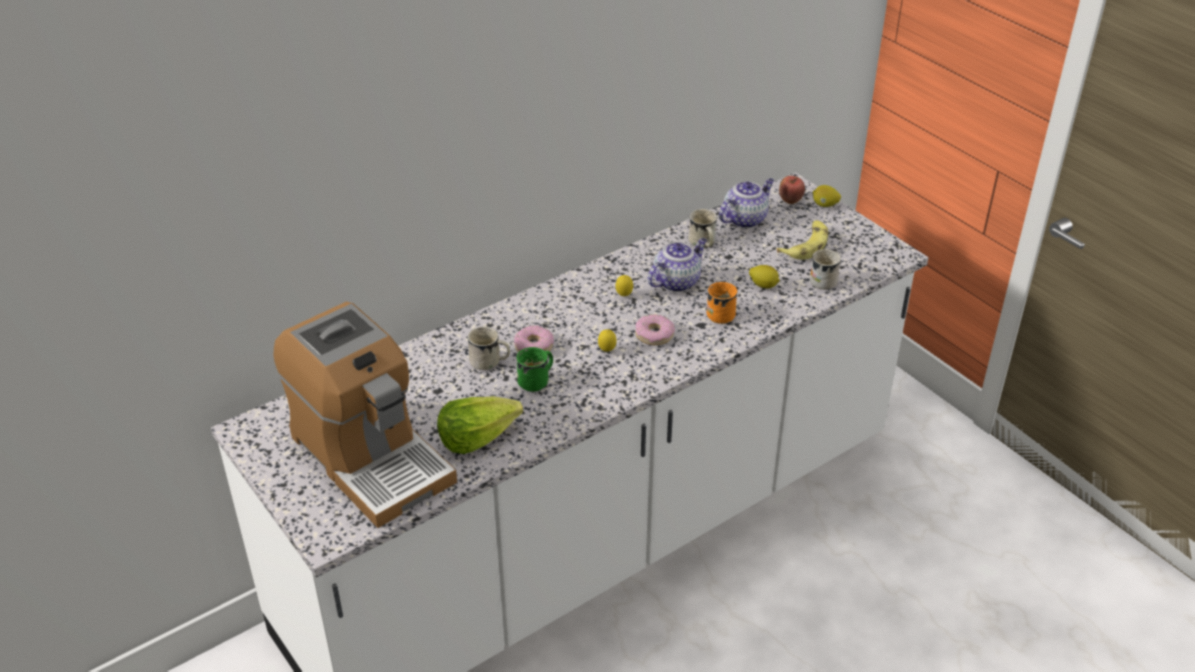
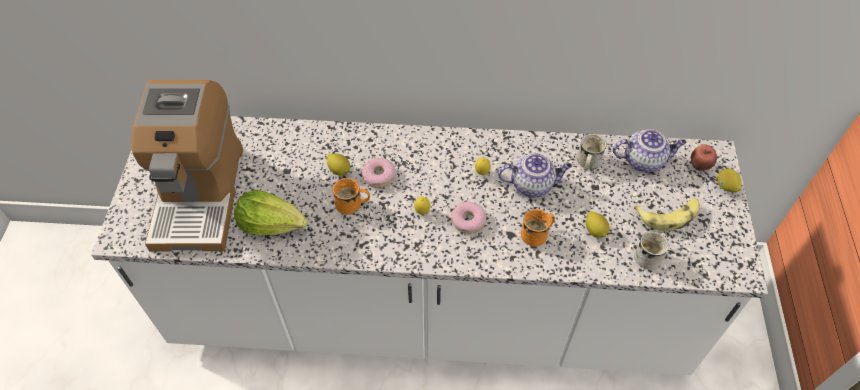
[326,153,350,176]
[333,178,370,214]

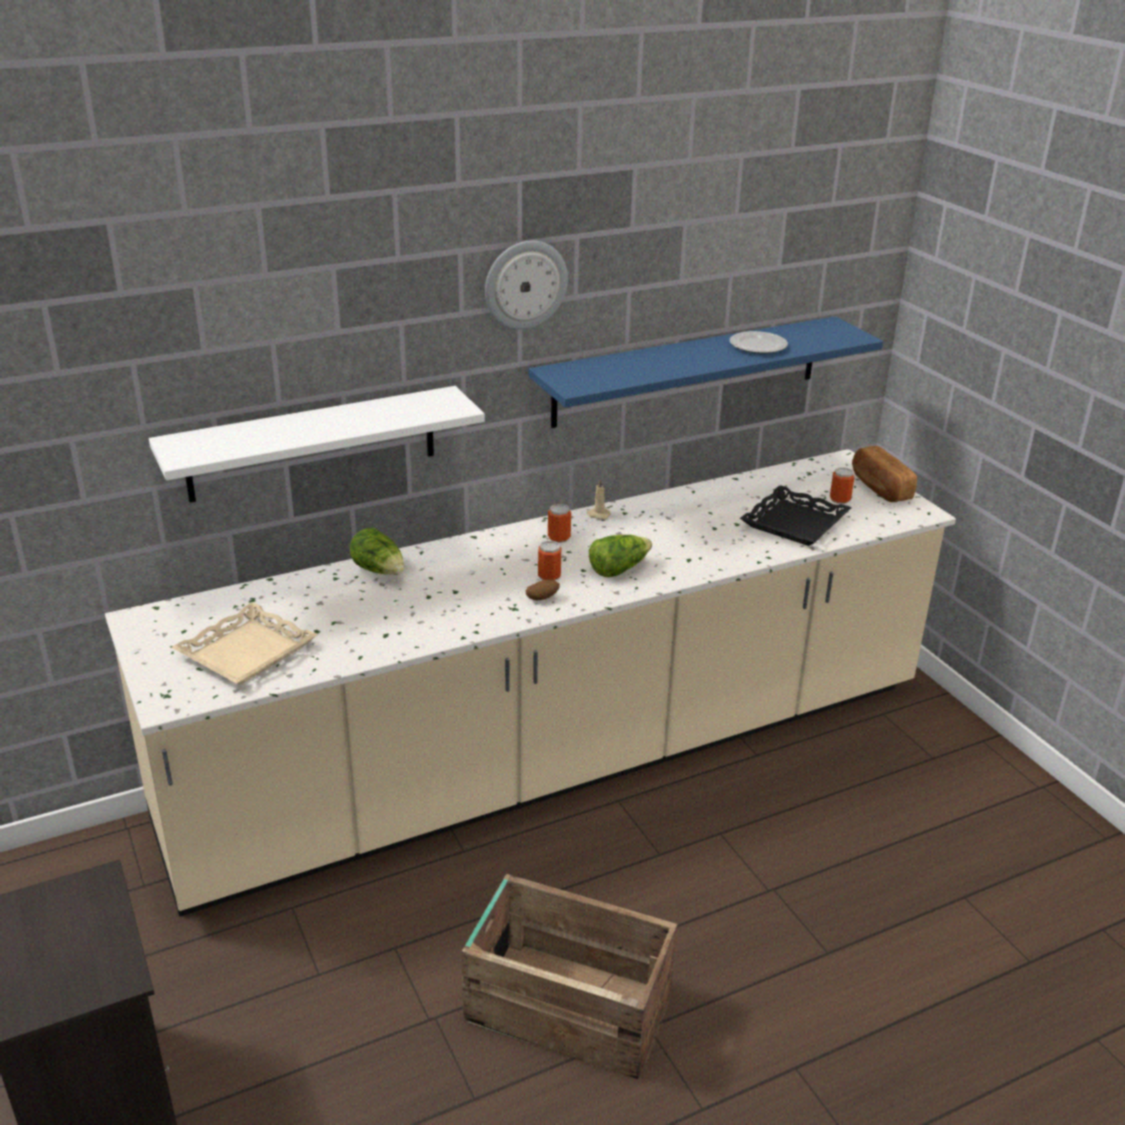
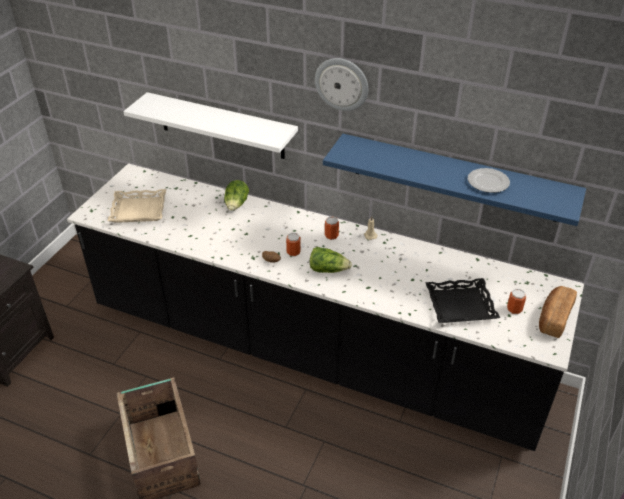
[67,163,584,451]

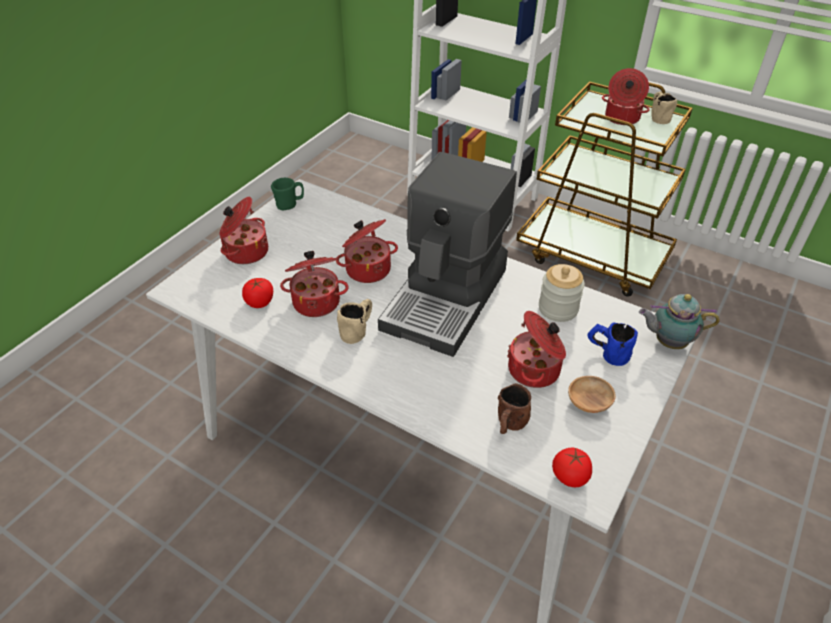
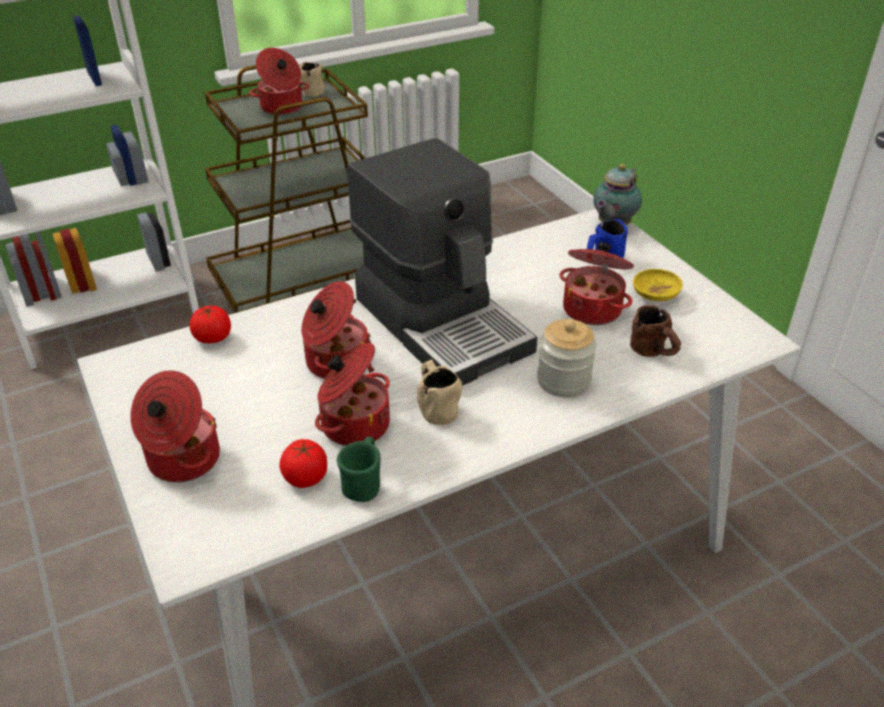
[337,437,380,502]
[537,319,597,397]
[190,306,231,343]
[633,269,683,301]

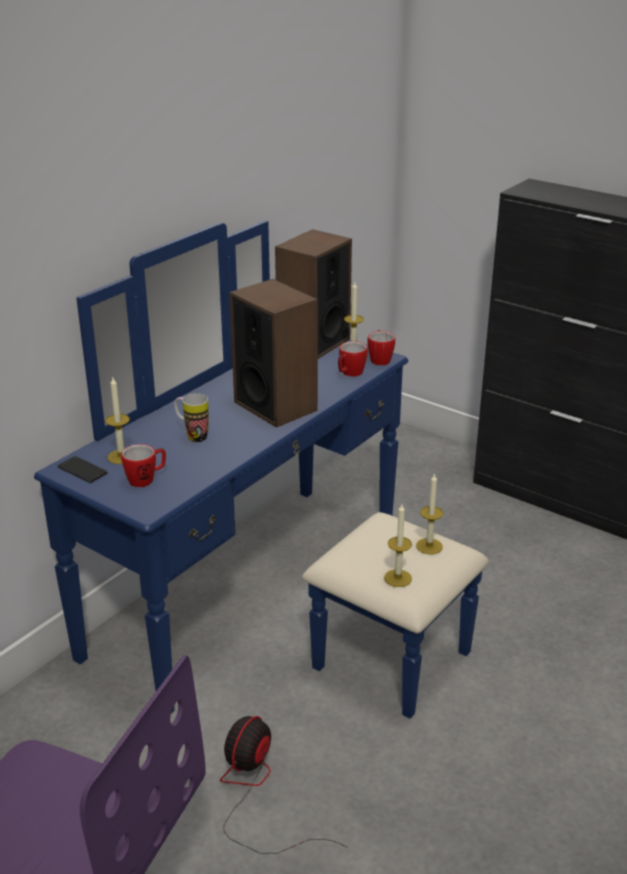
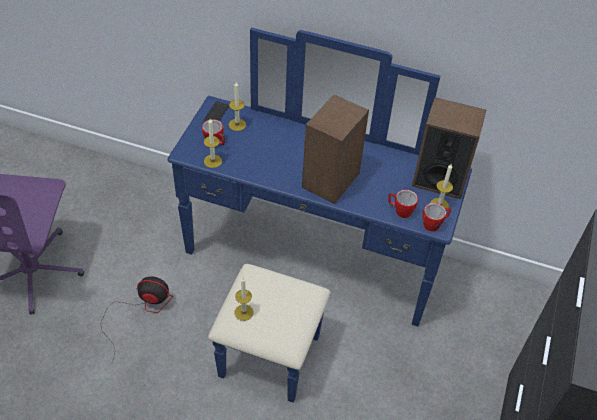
[174,393,209,442] (first image)
[204,119,222,168]

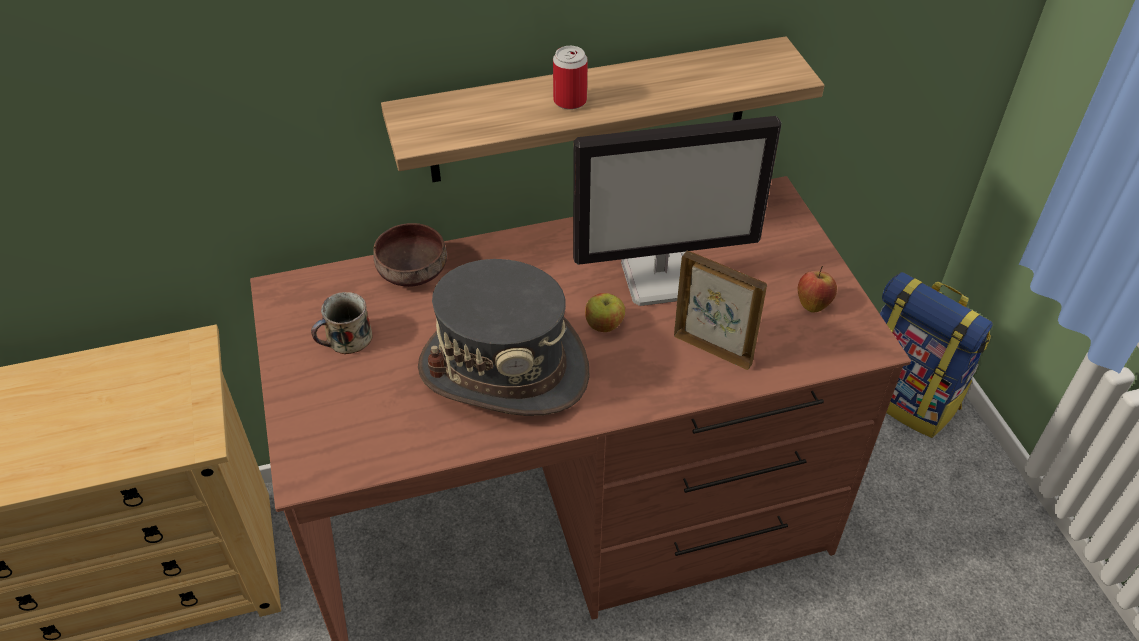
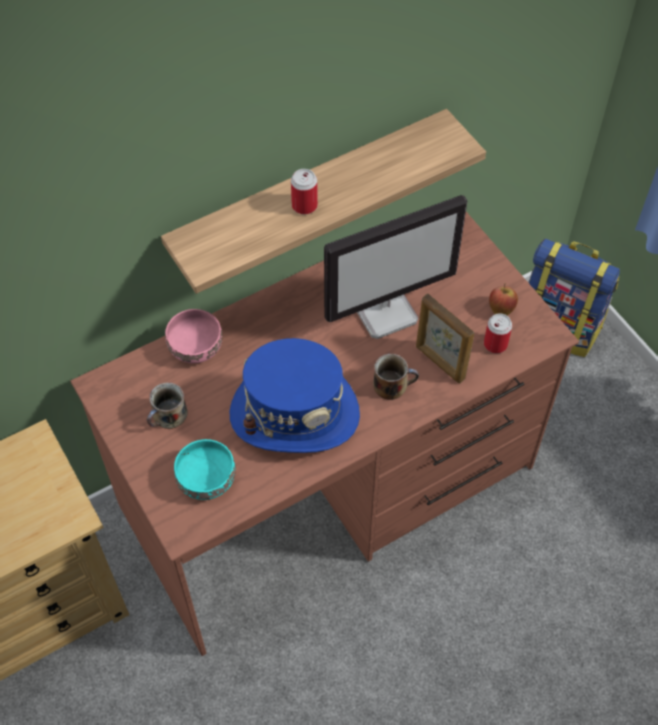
[585,293,625,332] (first image)
[174,439,236,500]
[373,354,419,400]
[484,313,512,353]
[165,309,223,363]
[230,338,360,453]
[416,293,475,383]

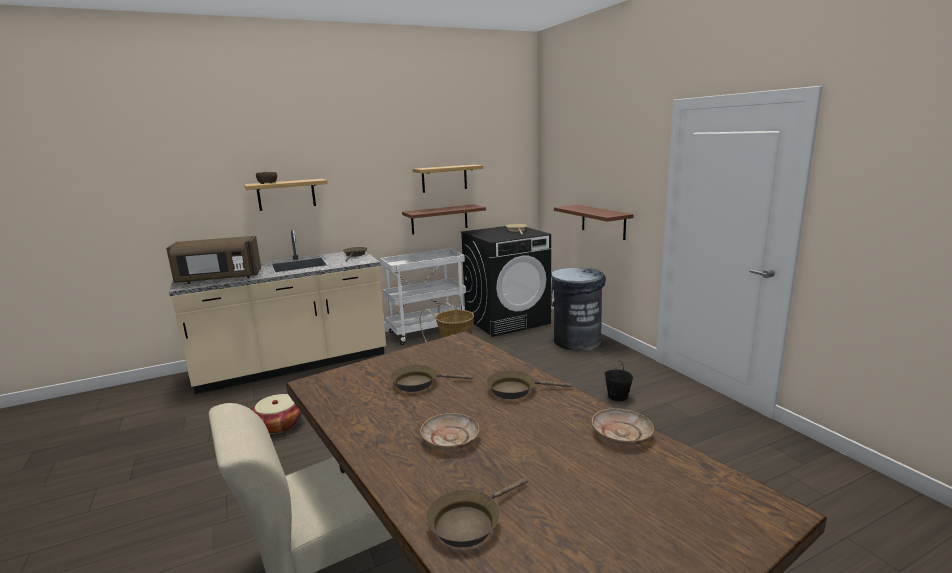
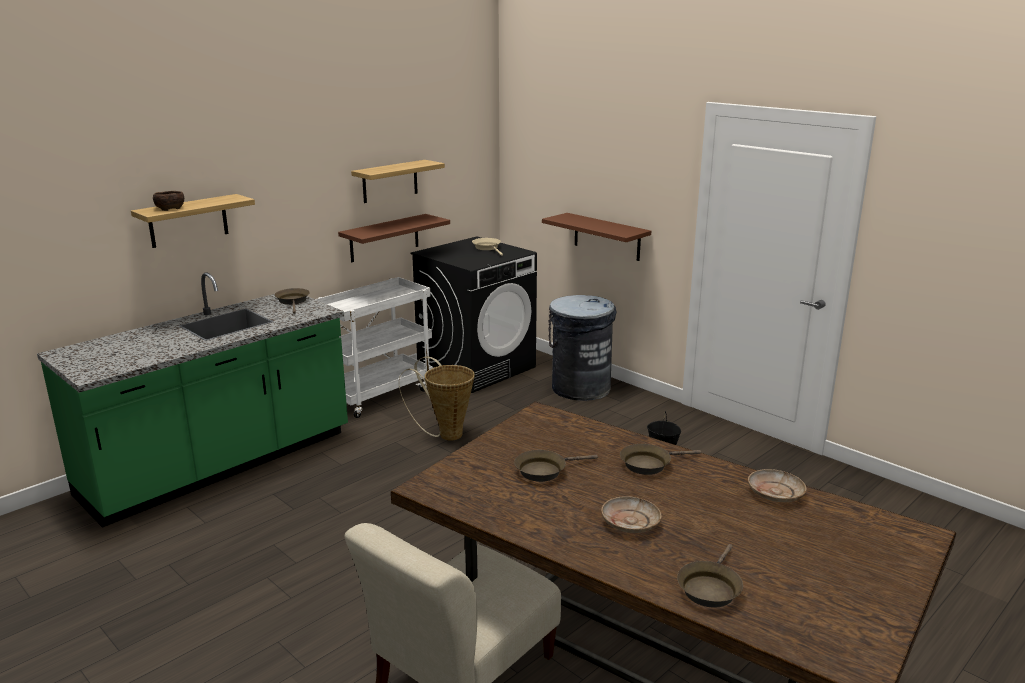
[166,236,261,284] (first image)
[252,394,302,434] (first image)
[37,273,348,528]

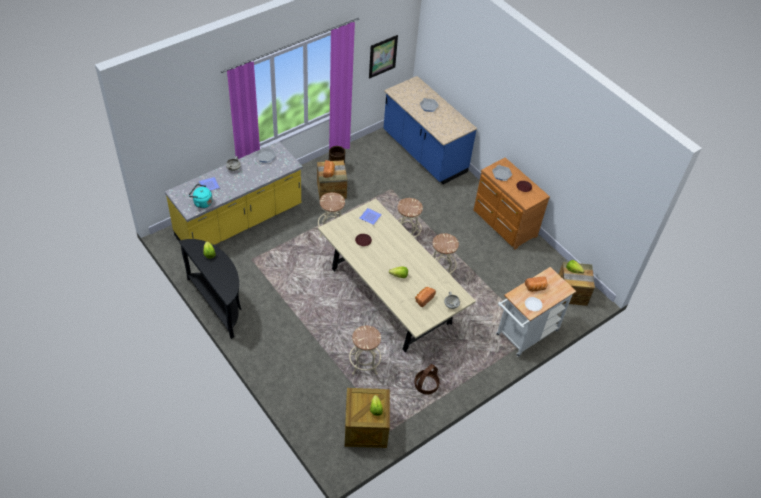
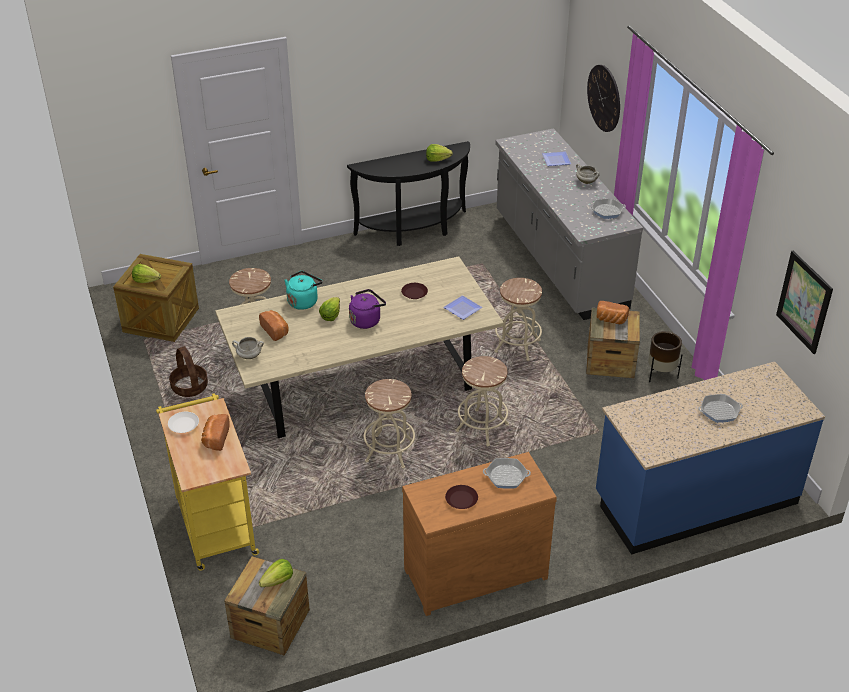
[349,289,386,329]
[587,65,620,132]
[284,271,323,310]
[495,128,643,320]
[156,393,259,571]

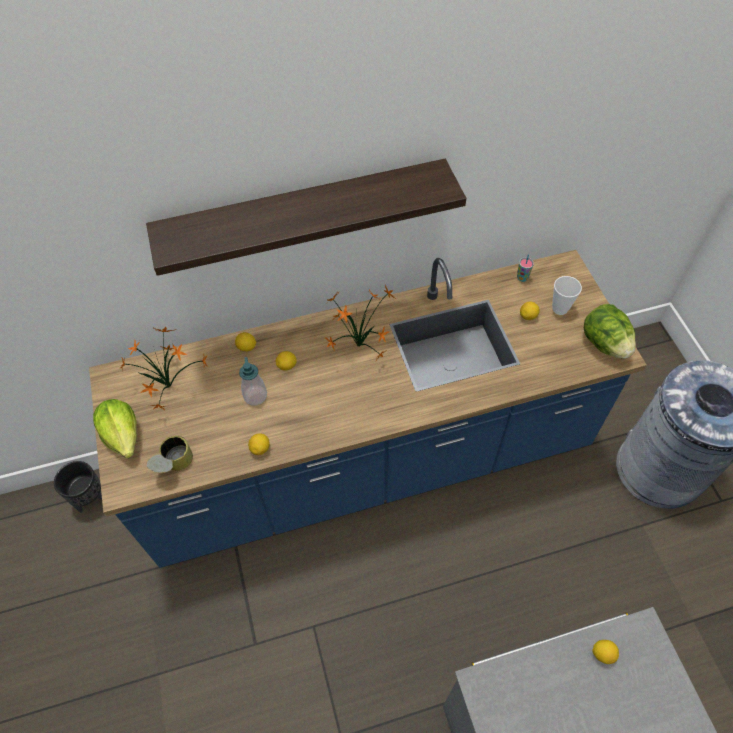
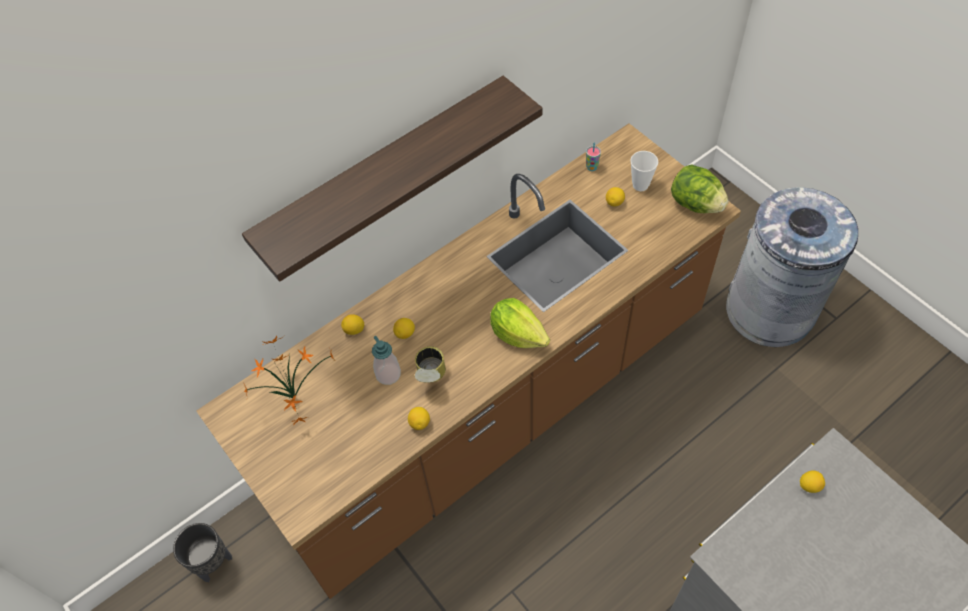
[324,284,395,361] (first image)
[490,298,550,348]
[414,346,446,383]
[196,123,741,599]

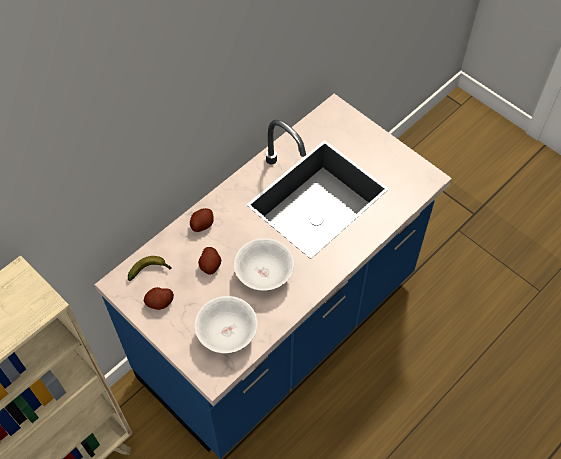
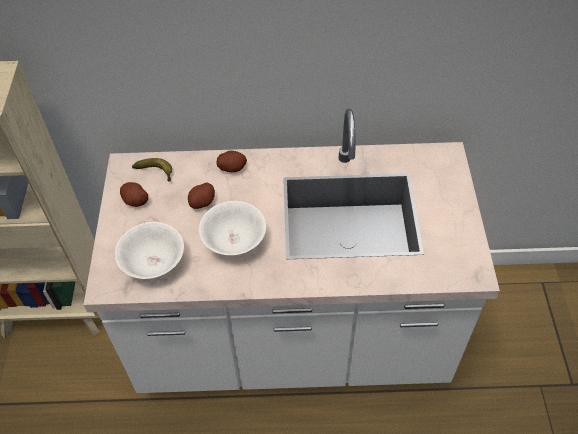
[84,109,500,393]

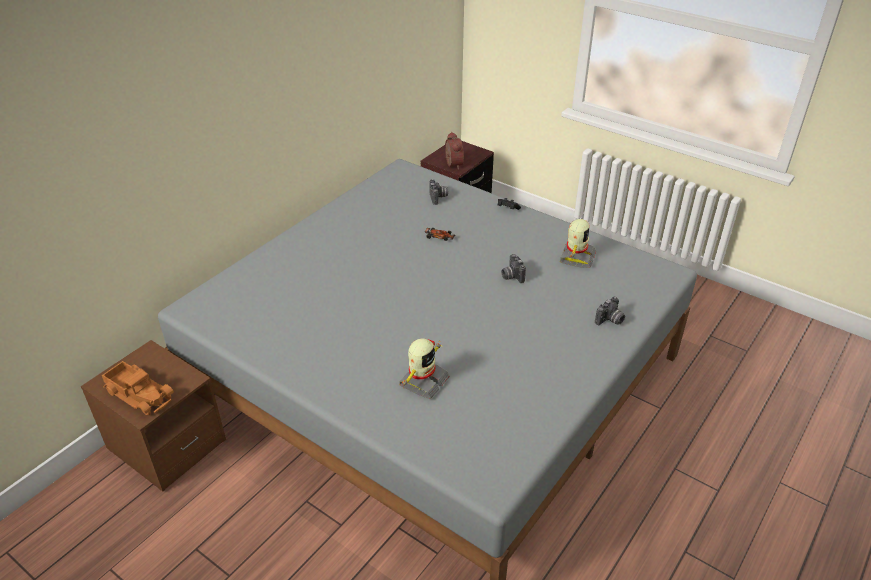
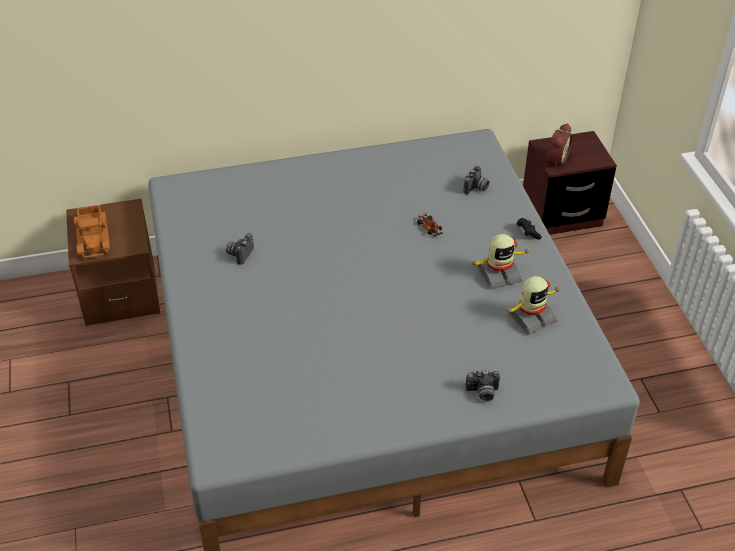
[472,234,529,289]
[226,233,254,265]

